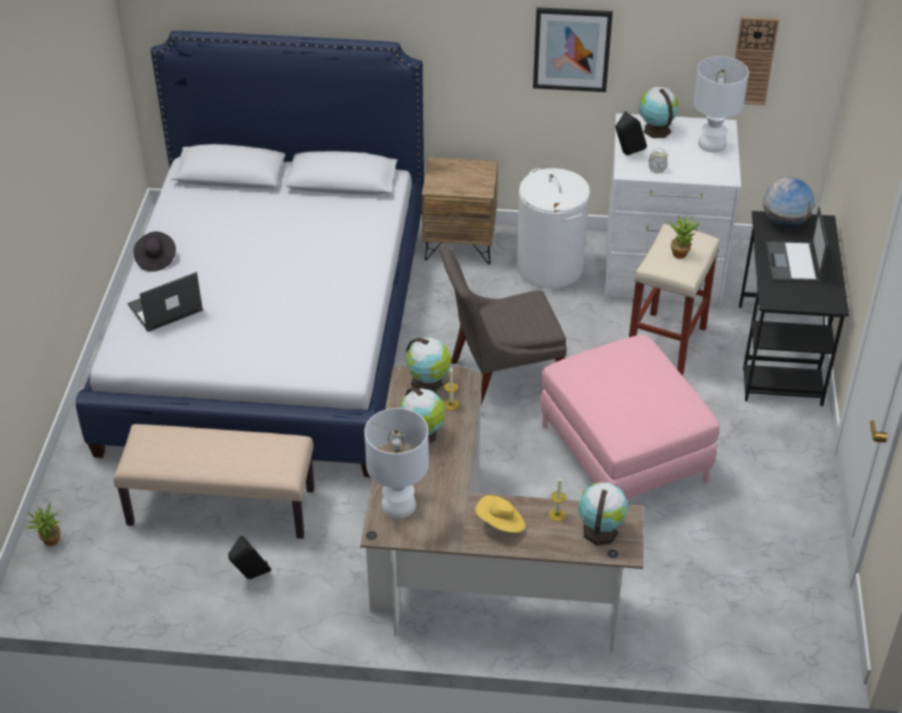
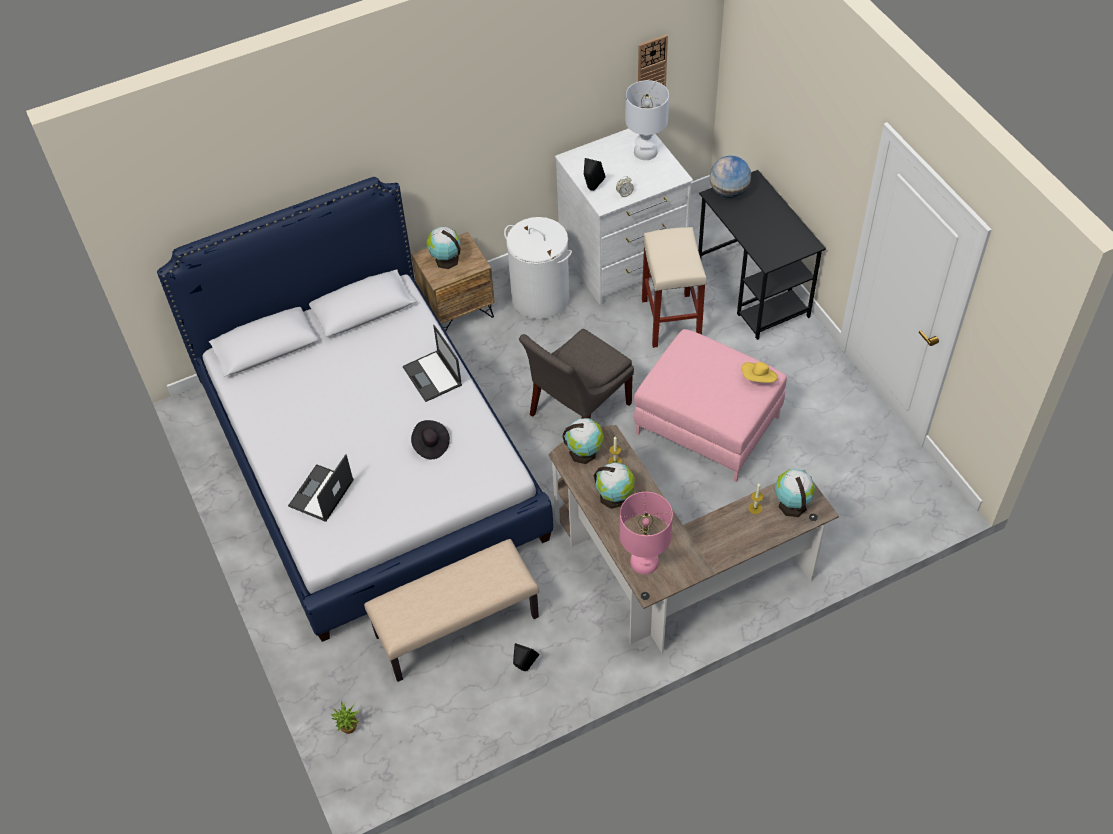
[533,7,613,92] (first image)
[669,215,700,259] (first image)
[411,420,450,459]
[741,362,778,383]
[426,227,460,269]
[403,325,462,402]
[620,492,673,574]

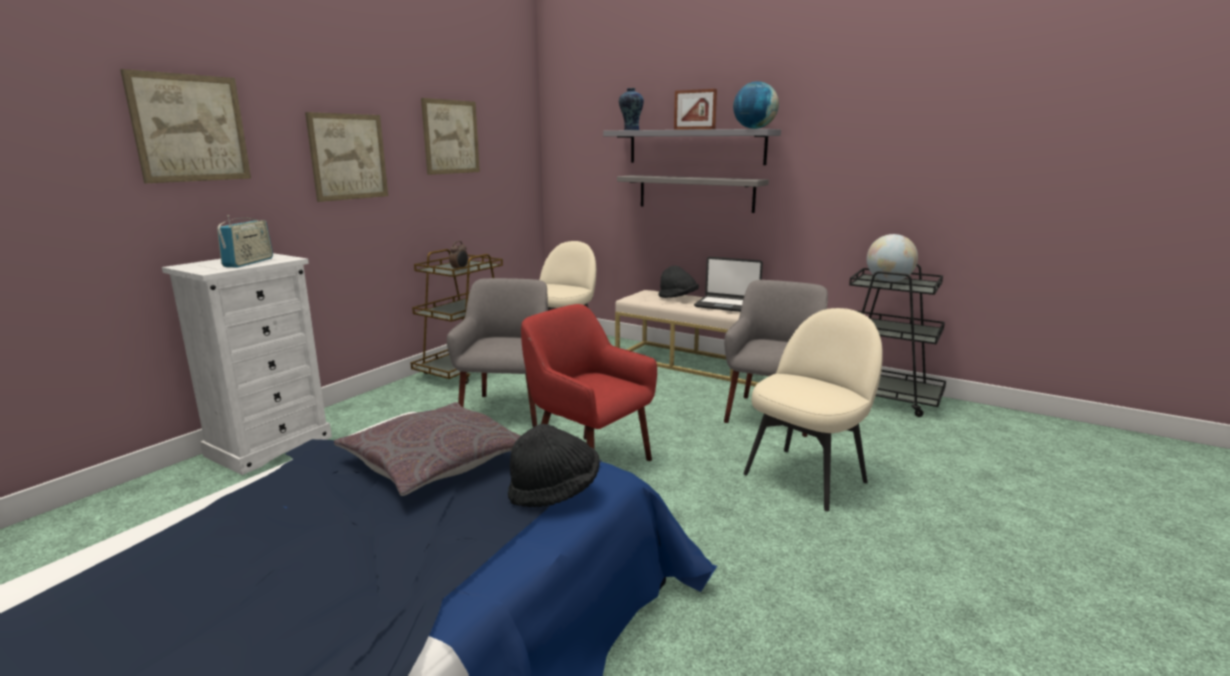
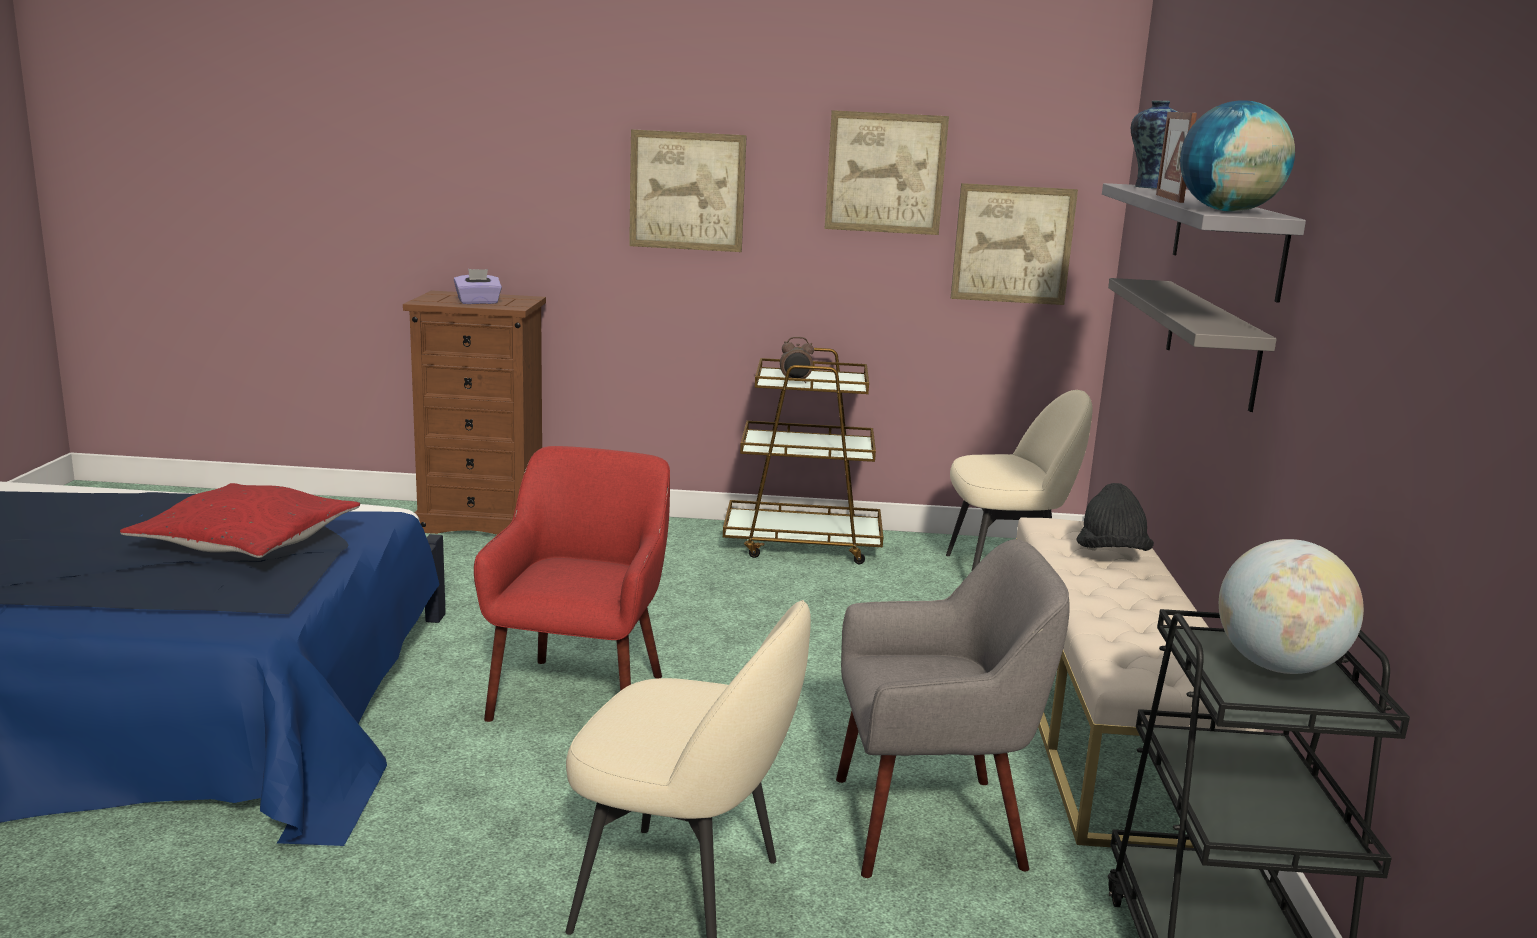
[447,278,548,427] (first image)
[508,424,600,507] (first image)
[694,257,763,312] (first image)
[951,183,1078,305]
[454,269,502,304]
[403,290,546,535]
[120,483,360,558]

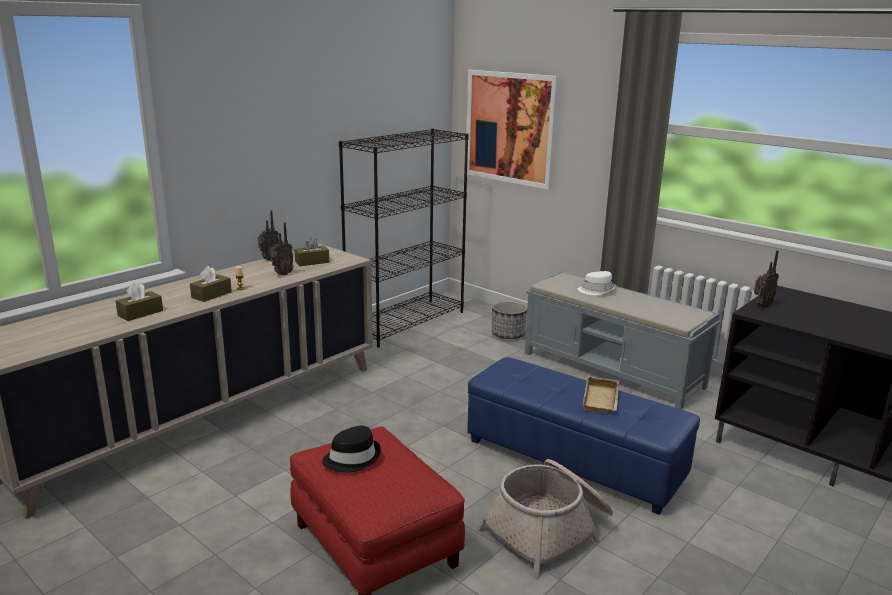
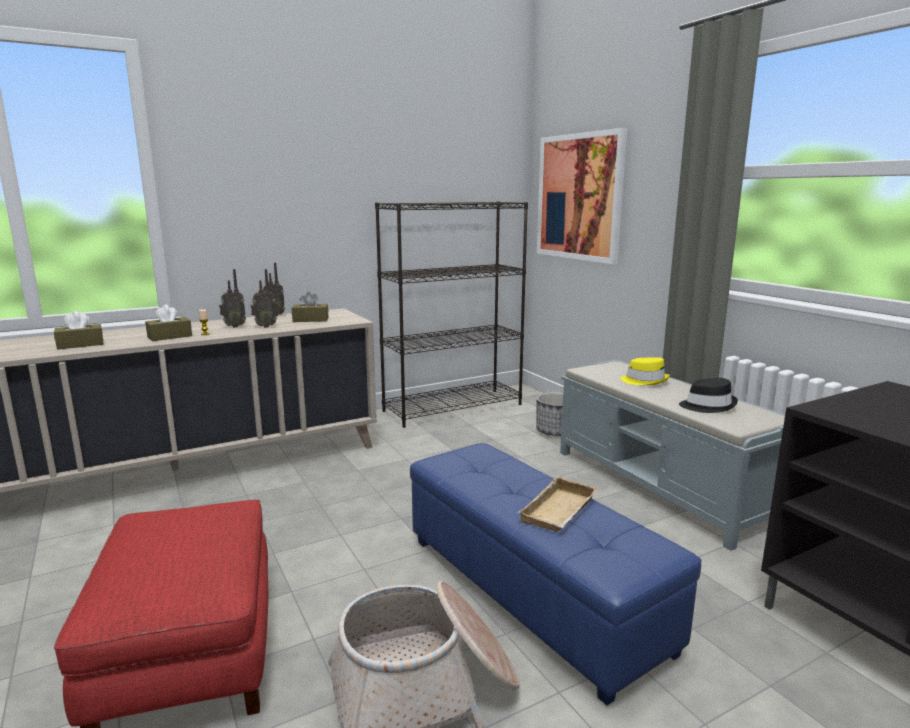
[679,378,738,413]
[219,269,246,328]
[620,357,670,385]

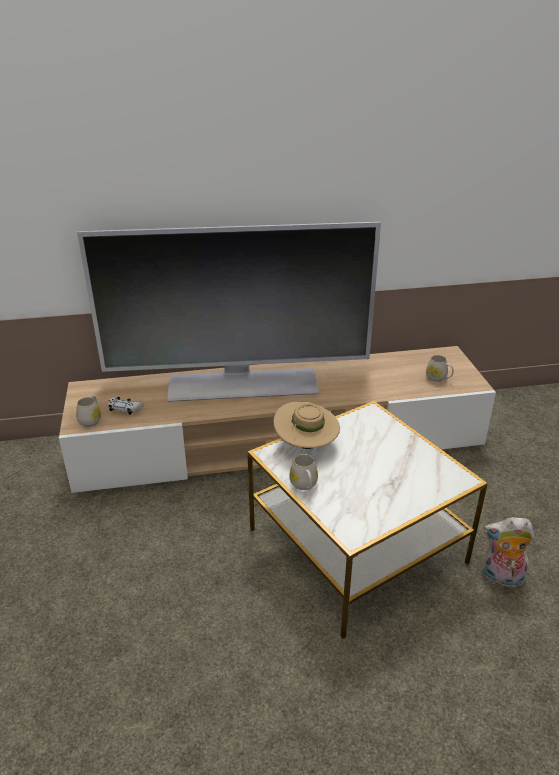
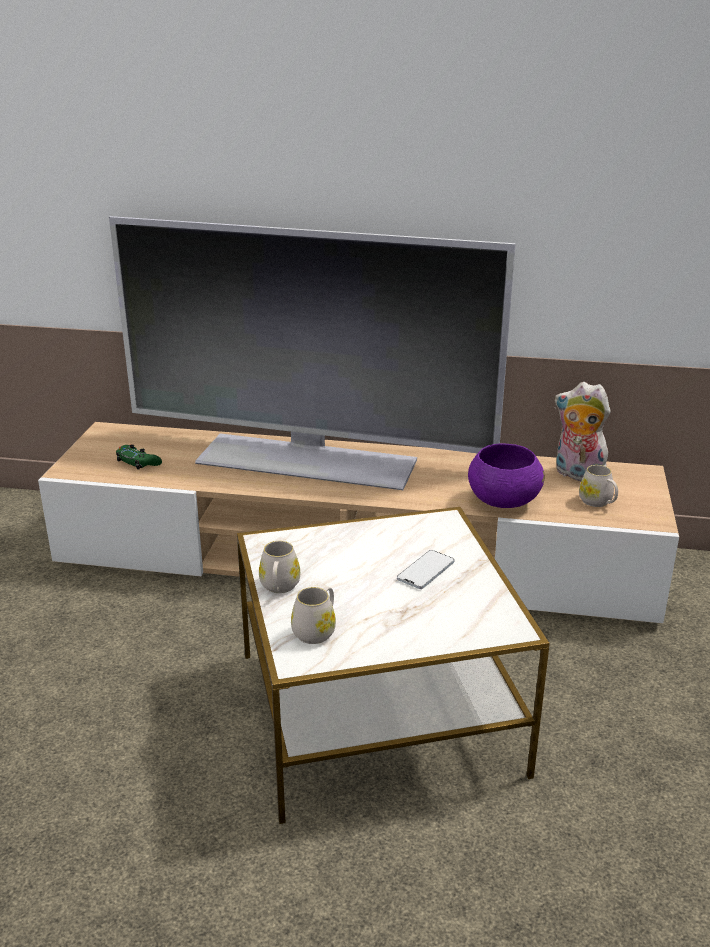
[273,401,340,449] (first image)
[397,550,455,589]
[468,444,545,508]
[291,587,336,644]
[555,382,611,481]
[116,444,162,470]

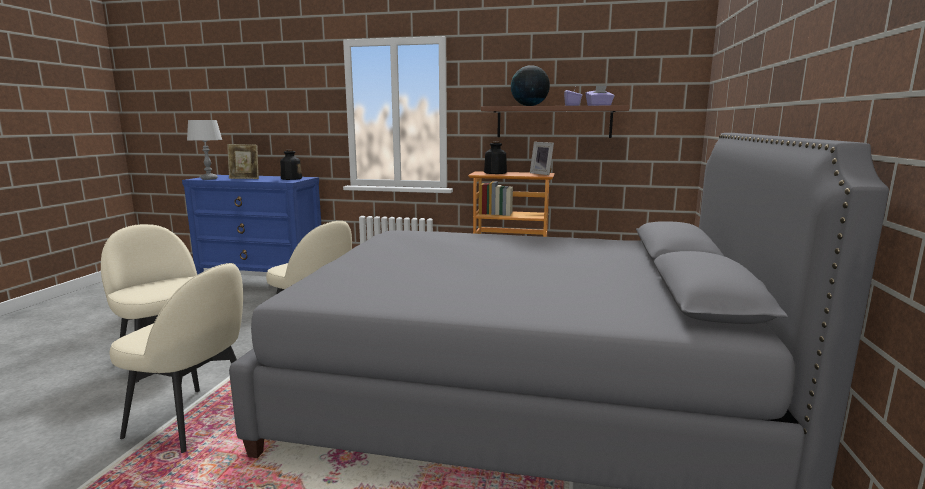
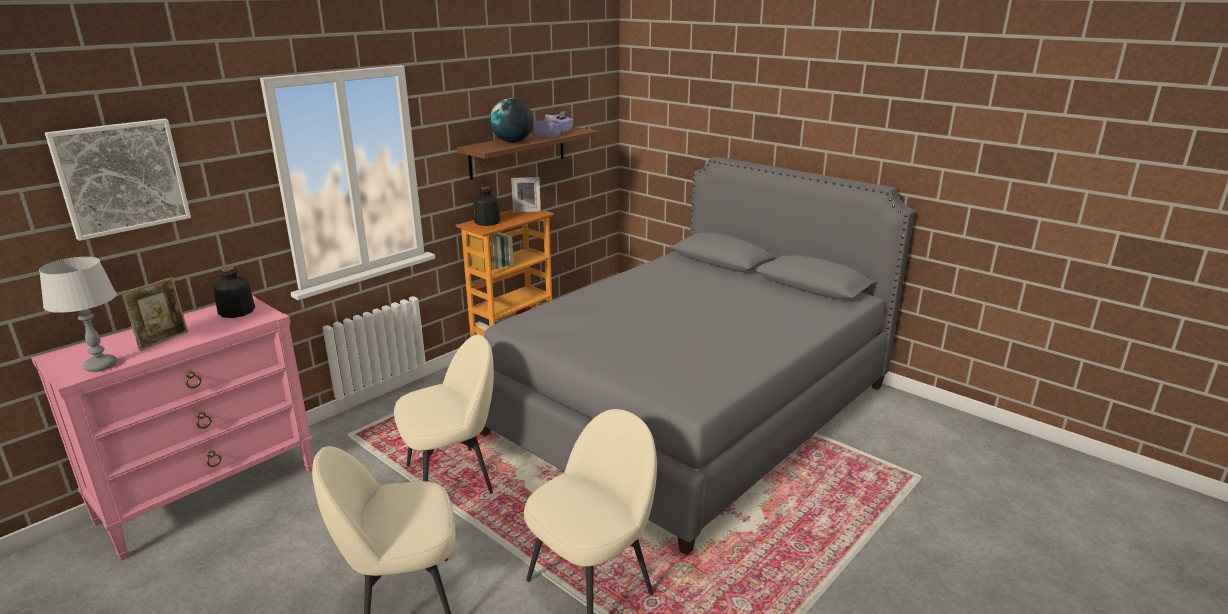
[45,118,191,241]
[31,295,313,561]

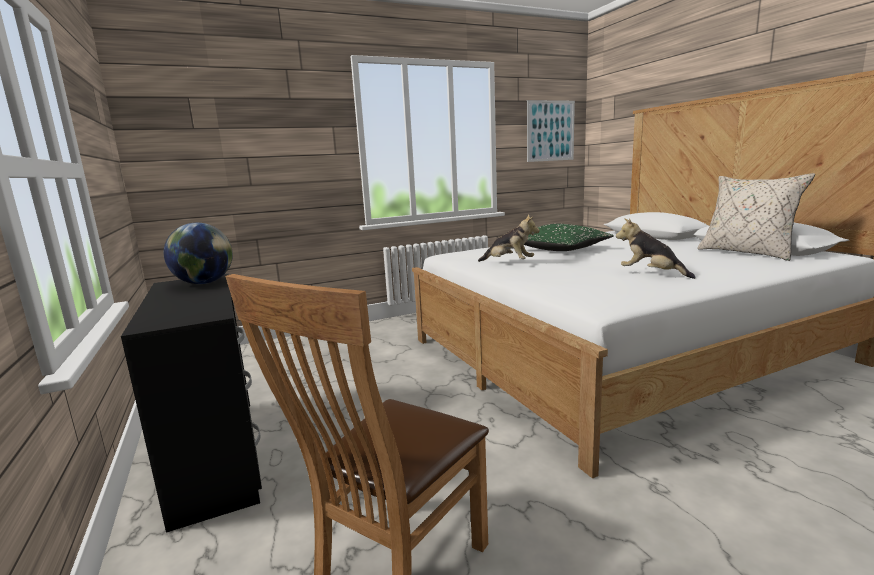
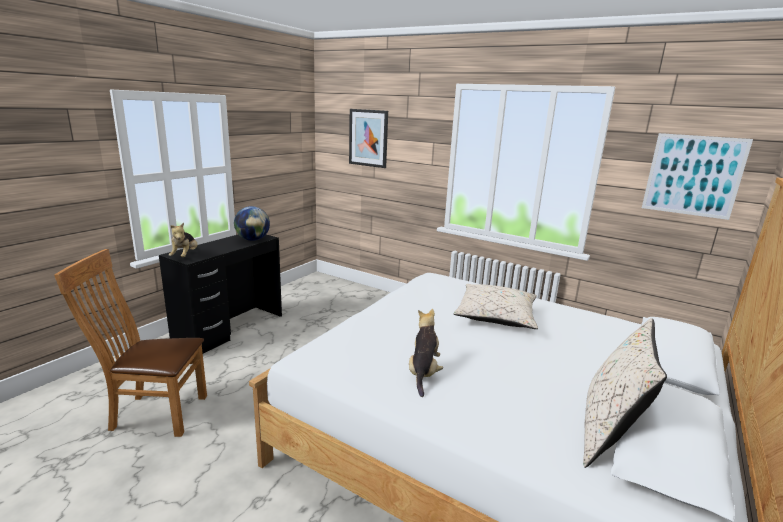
[349,109,388,168]
[169,223,198,257]
[454,284,538,329]

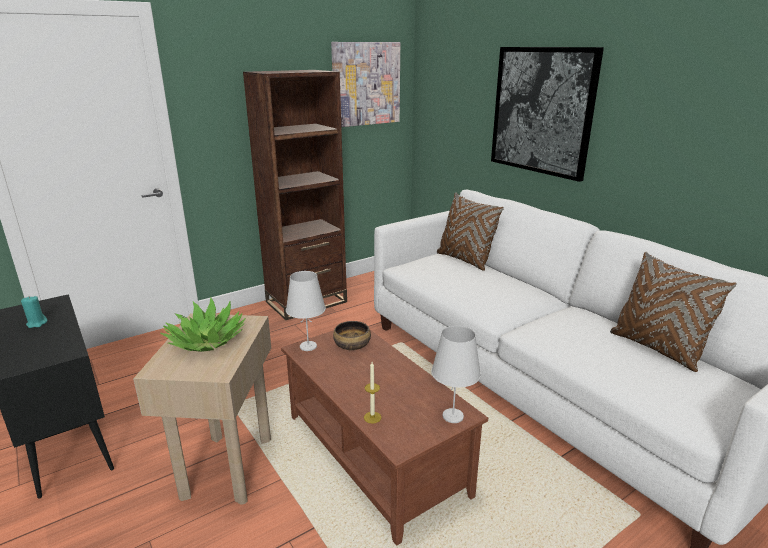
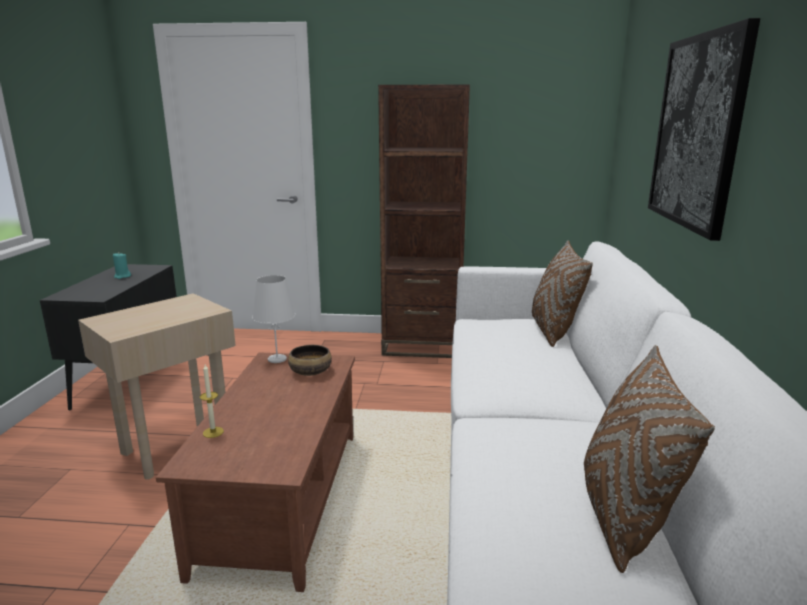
[160,297,246,352] (first image)
[331,42,400,127] (first image)
[431,326,481,423] (first image)

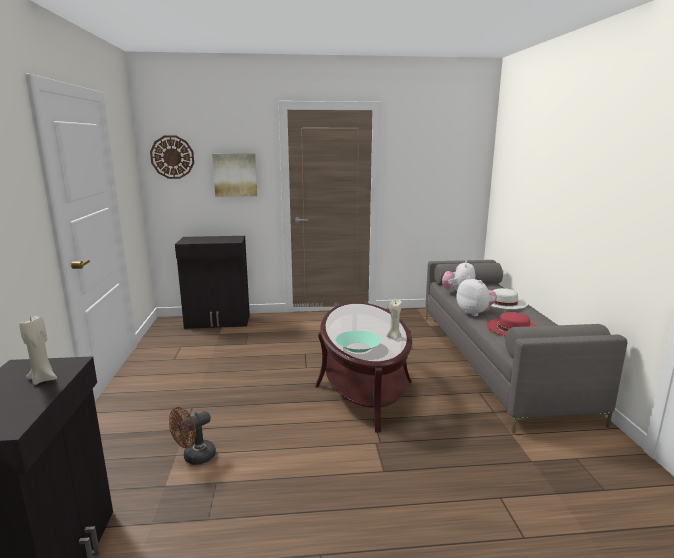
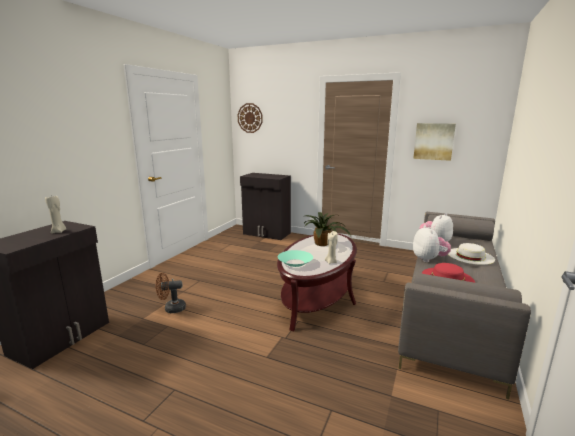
[303,212,351,246]
[413,123,456,161]

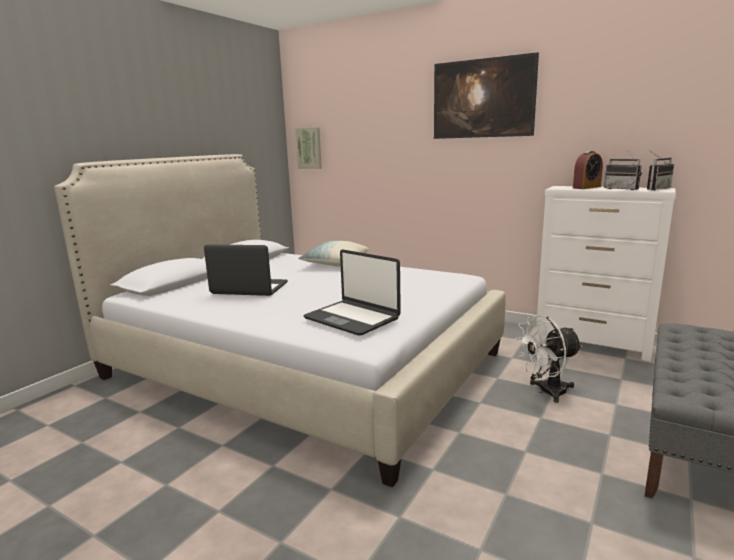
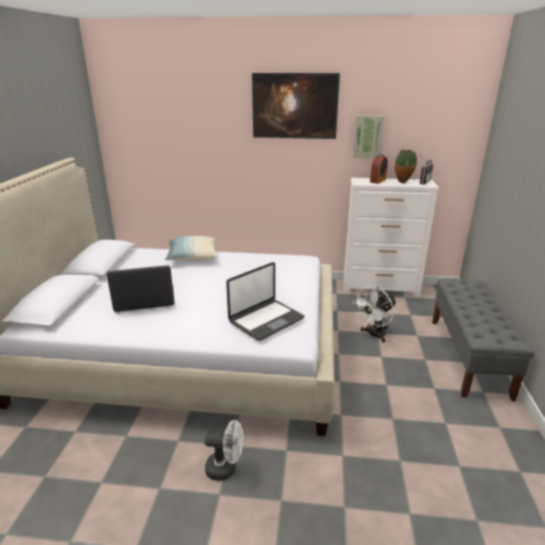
[205,420,244,481]
[353,115,385,158]
[395,150,417,183]
[226,262,304,341]

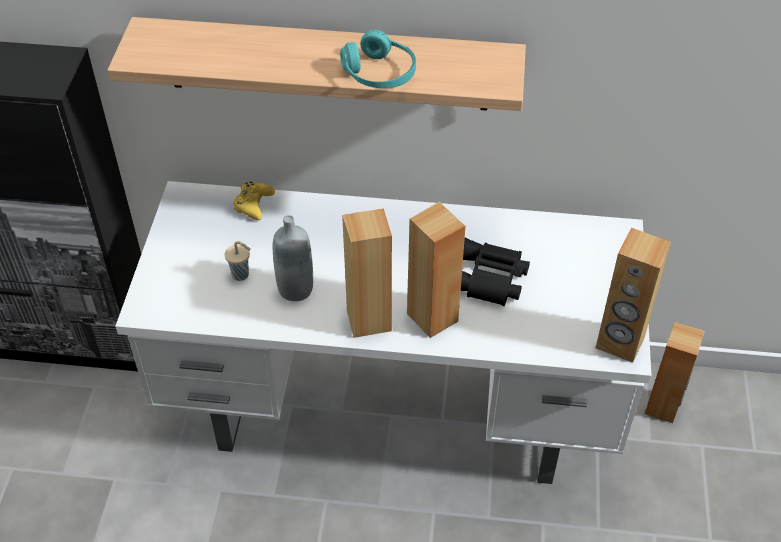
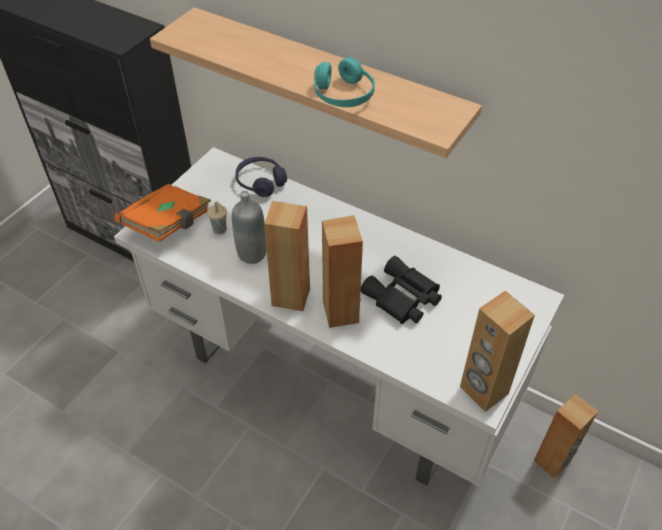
[115,184,211,242]
[235,157,287,197]

